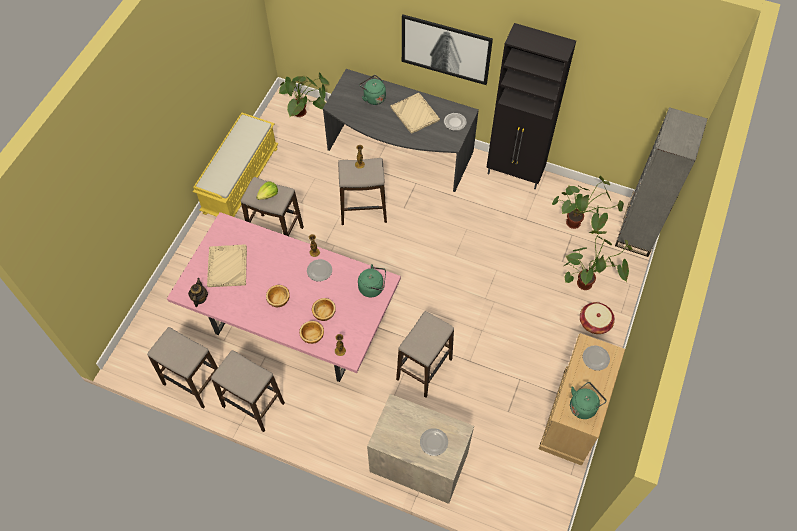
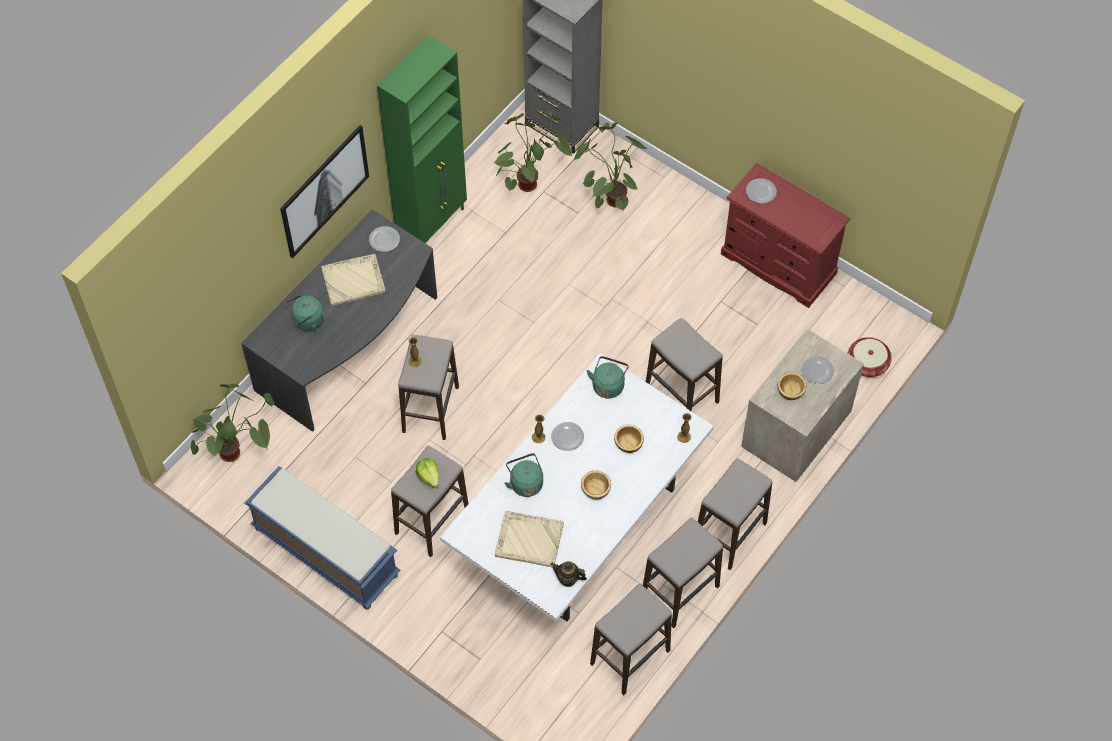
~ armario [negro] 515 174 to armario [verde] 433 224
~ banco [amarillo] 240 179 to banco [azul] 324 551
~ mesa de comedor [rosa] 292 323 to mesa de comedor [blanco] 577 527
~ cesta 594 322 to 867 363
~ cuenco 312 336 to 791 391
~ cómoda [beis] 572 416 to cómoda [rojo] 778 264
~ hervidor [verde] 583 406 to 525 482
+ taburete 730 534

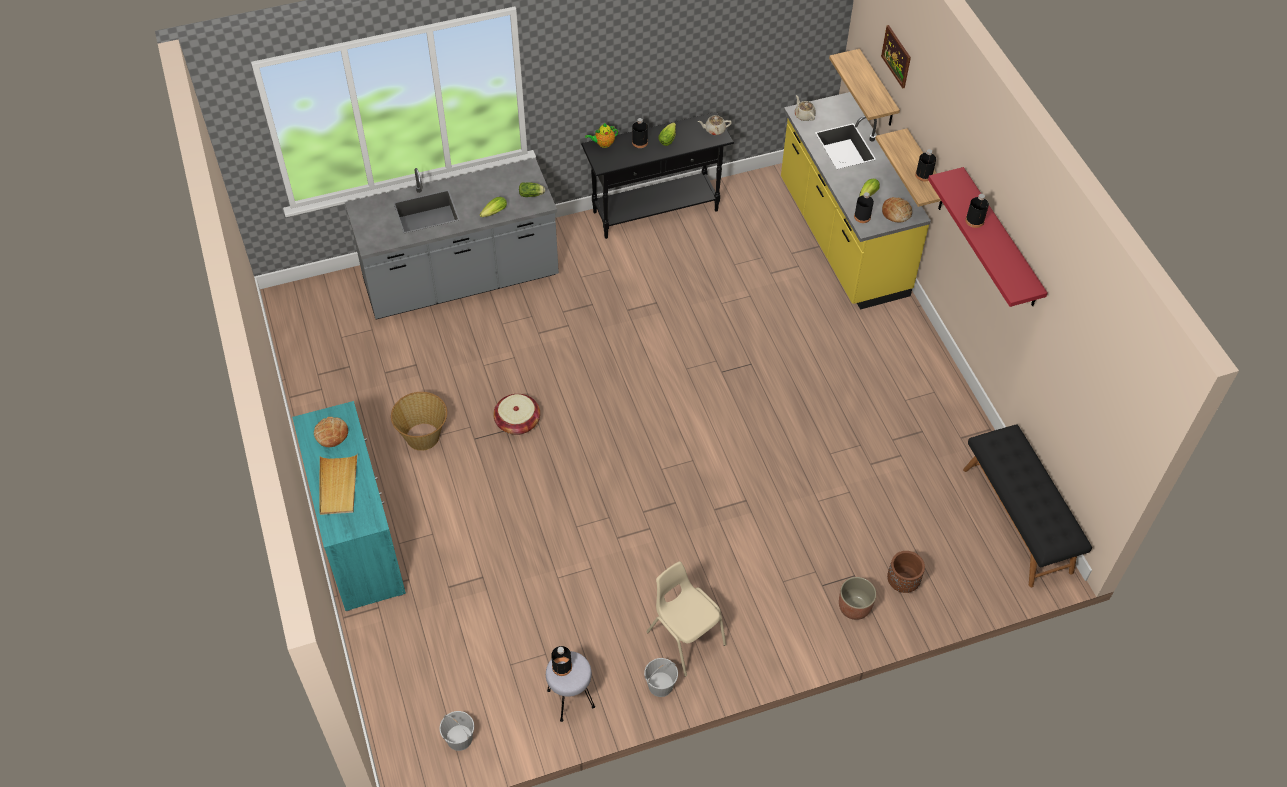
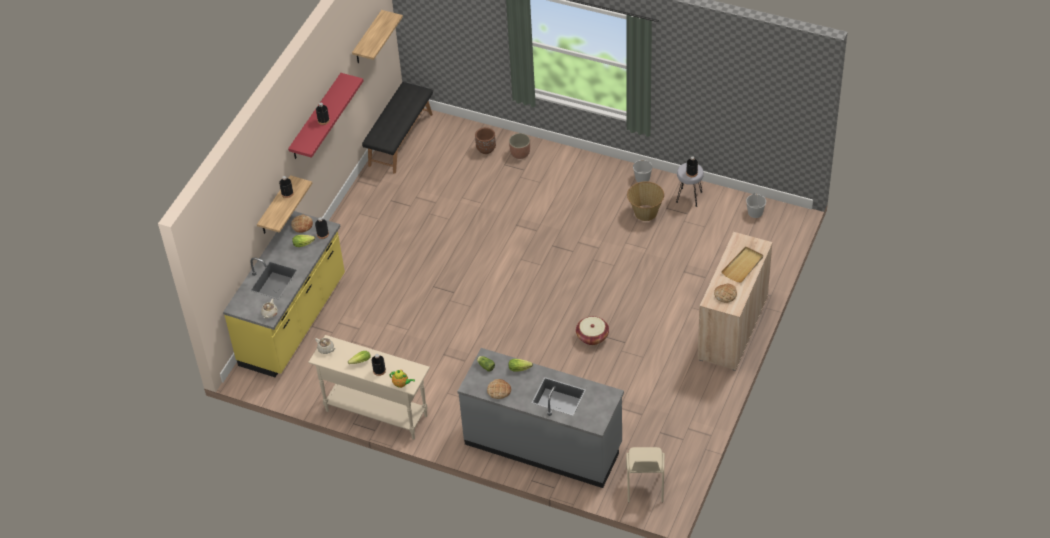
- cuadro 896 56
~ estante 877 90 to 367 38
~ mesa consola [negro] 656 211 to mesa consola [beis] 376 413
~ cesta 423 436 to 645 212
~ armario [turquesa] 360 539 to armario [beis] 732 328
~ silla [beis] 685 638 to 644 485
+ pan 499 390

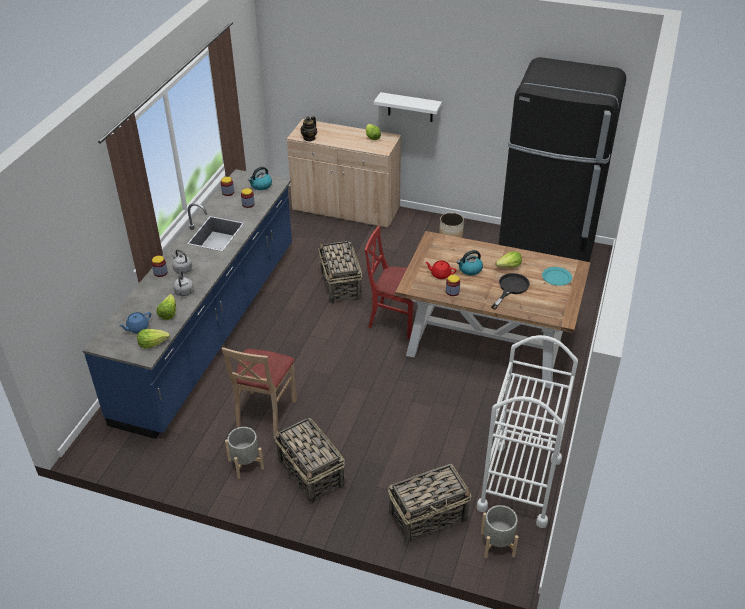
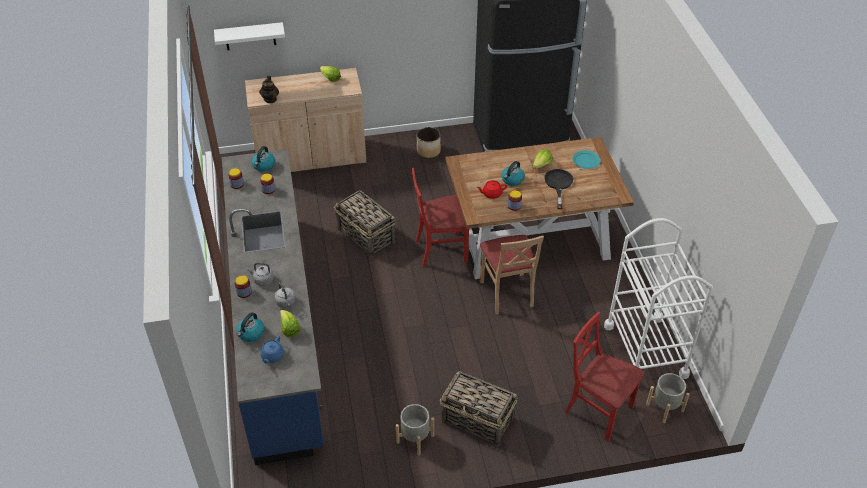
~ estante [blanco] 410 107 to 250 36
- lechuga 153 343
~ silla [beis] 265 412 to 507 293
~ cesta 428 516 to silla [rojo] 598 410
+ hervidor 251 334

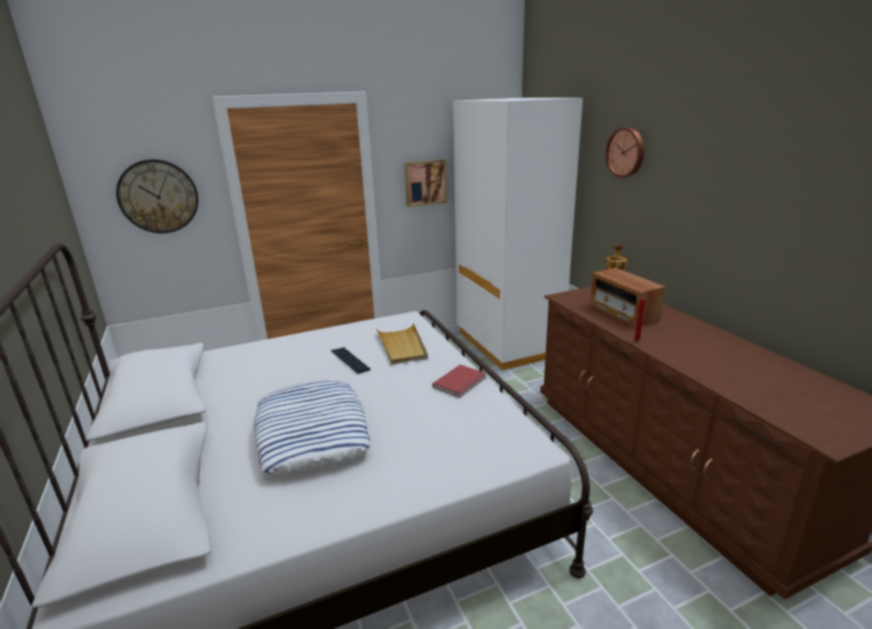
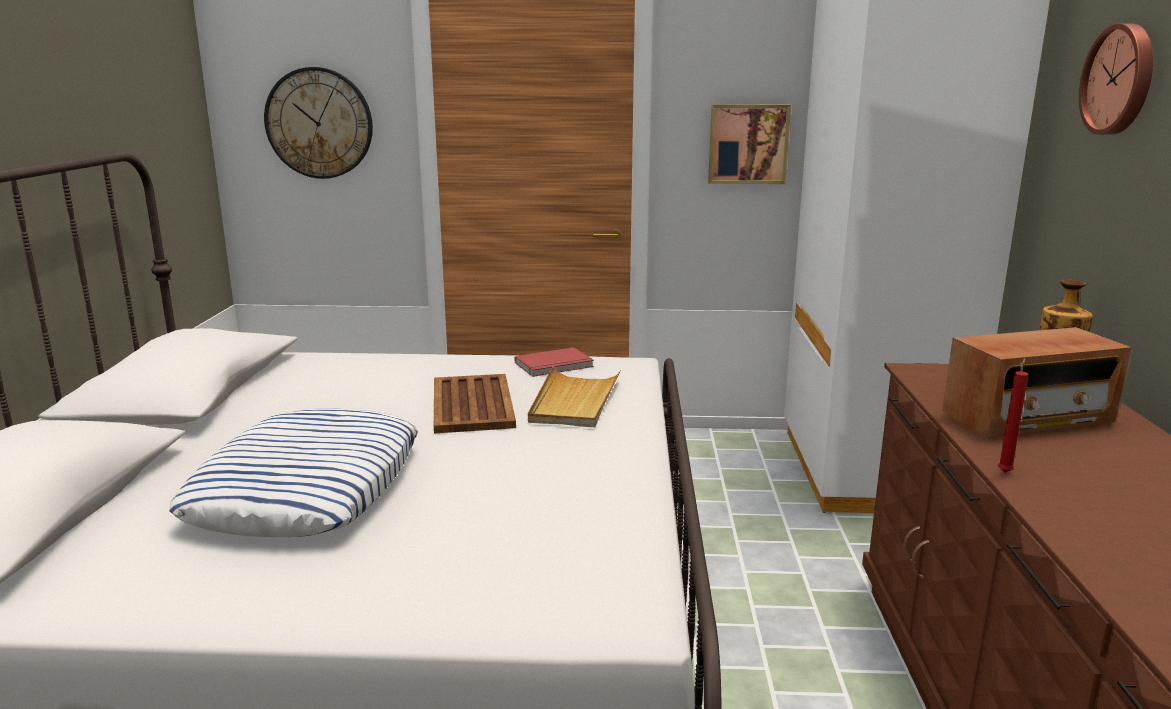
~ radio 623 313 = 1027 420 105 degrees counterclockwise
~ teclado 350 361 to bandeja [marrón] 473 404
~ libro [rojo] 461 383 to 555 365

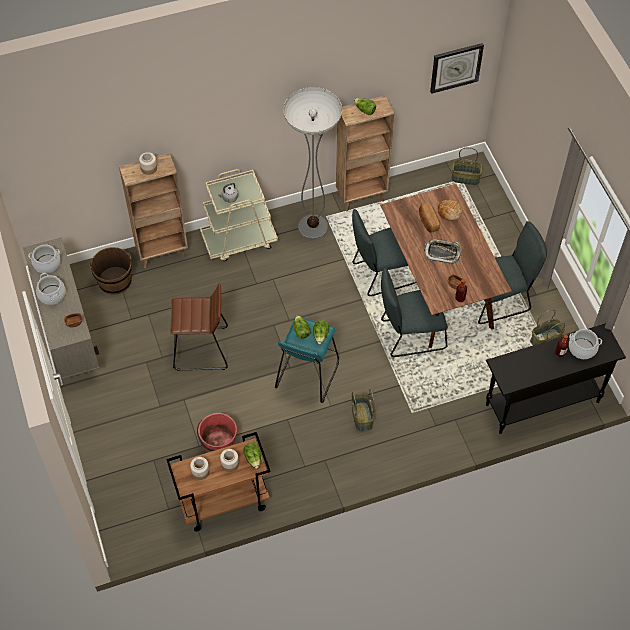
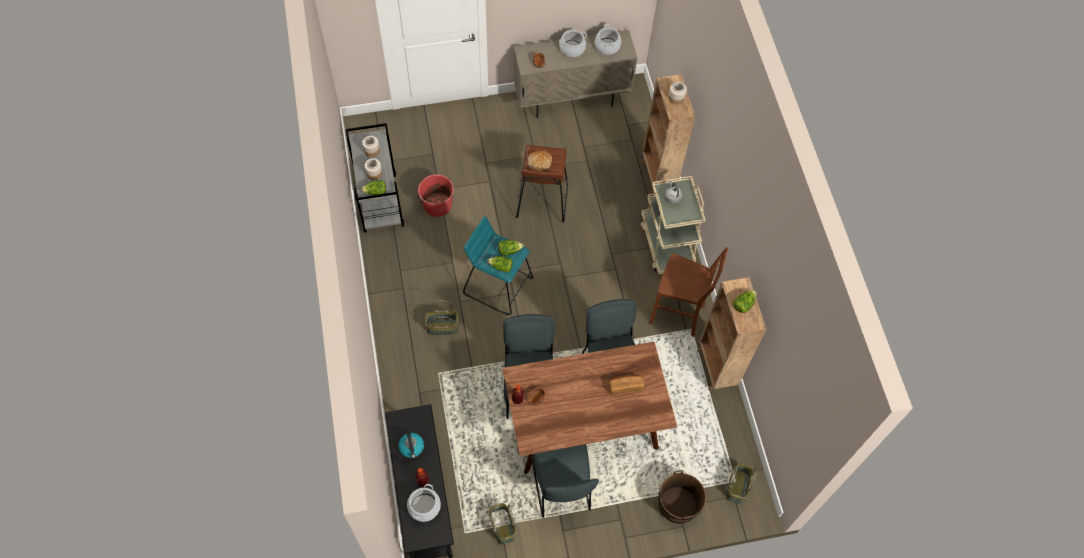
- reloj de pared 456 67
~ lámpara de pie 313 227 to taburete [marrón] 678 314
~ pan 449 211 to 539 162
- bandeja 442 252
~ cubo [marrón] 115 281 to 677 505
~ carrito [marrón] 223 502 to carrito [gris] 379 202
+ hervidor 412 447

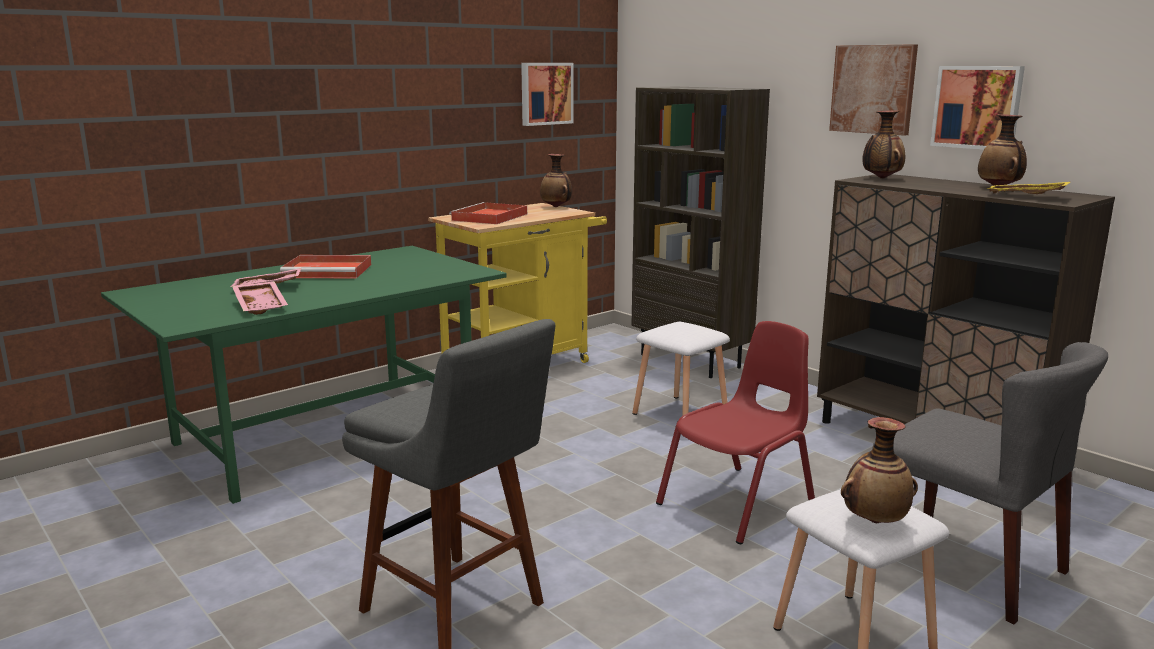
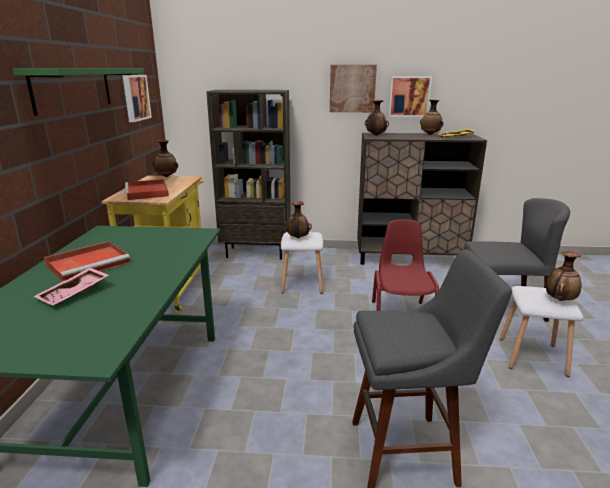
- bandeja [rosa] 262 306
+ estante [verde] 73 88
+ florero 298 238

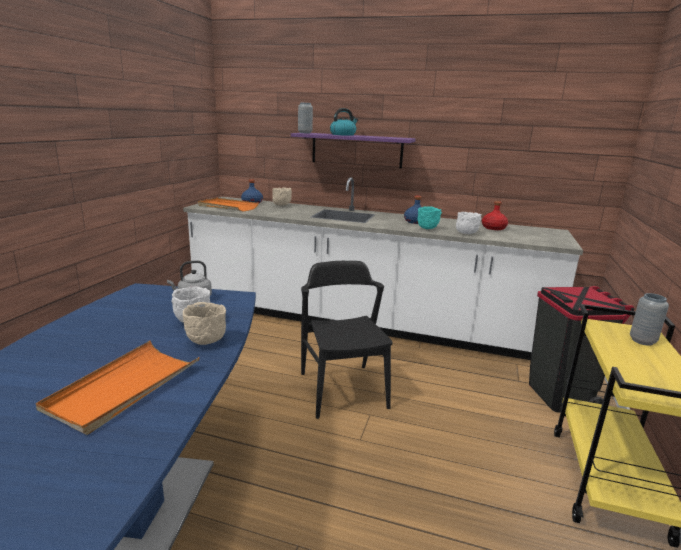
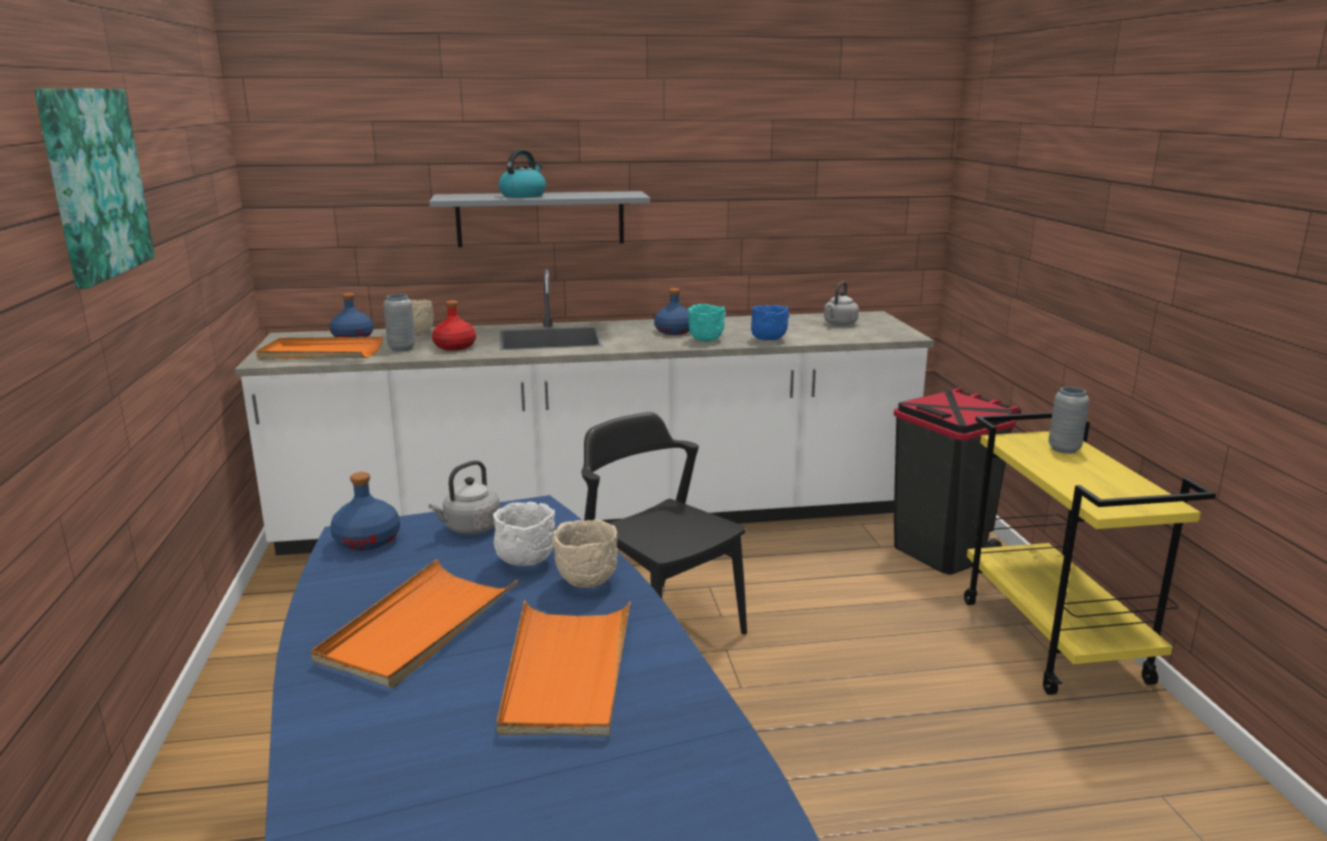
~ florero [gris] 305 133 to 402 348
~ estante [morado] 356 150 to estante [gris] 540 219
~ botella [rojo] 494 228 to 455 346
~ cuenco [blanco] 466 234 to cuenco [azul] 768 340
+ cuadro 94 183
+ hervidor [gris] 839 324
+ botella [azul] 367 540
+ bandeja [naranja] 418 627

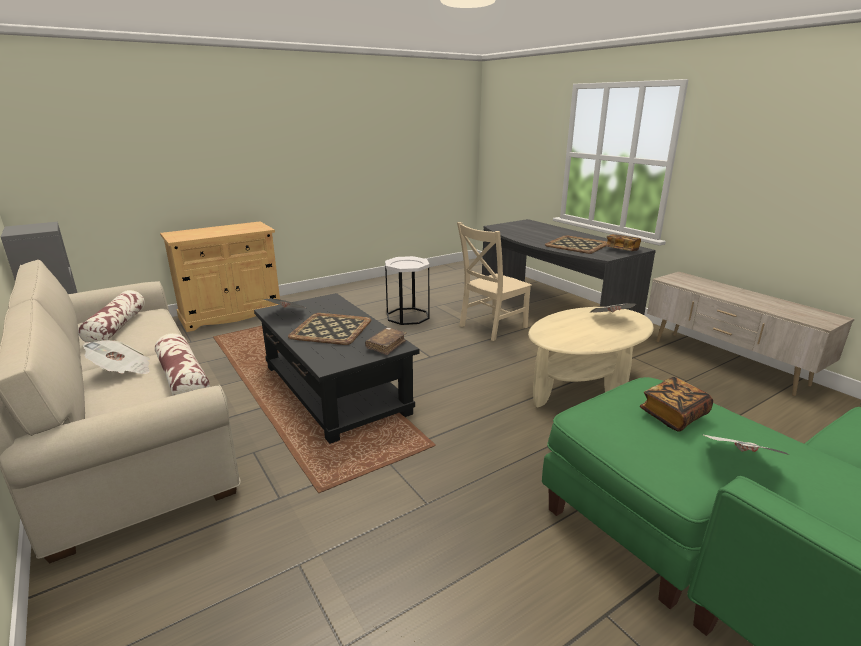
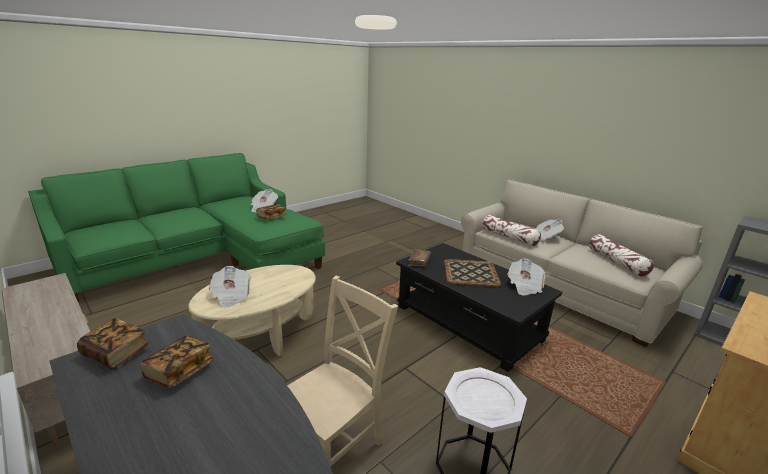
~ bandeja 576 245 to libro 179 371

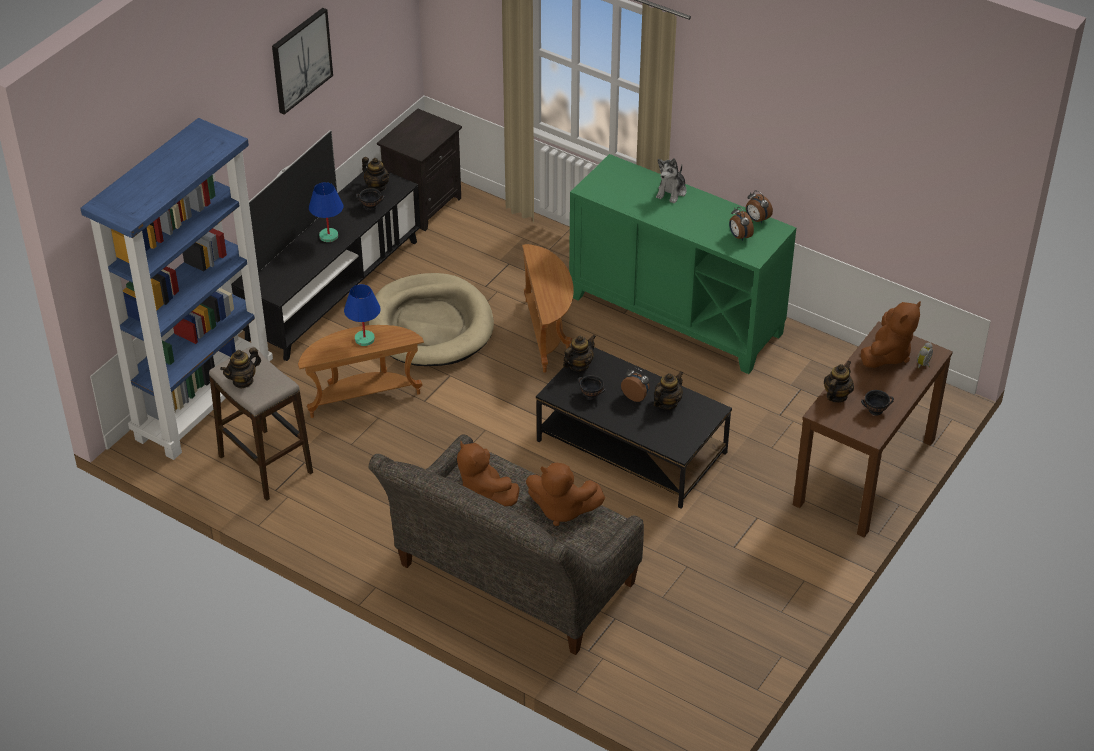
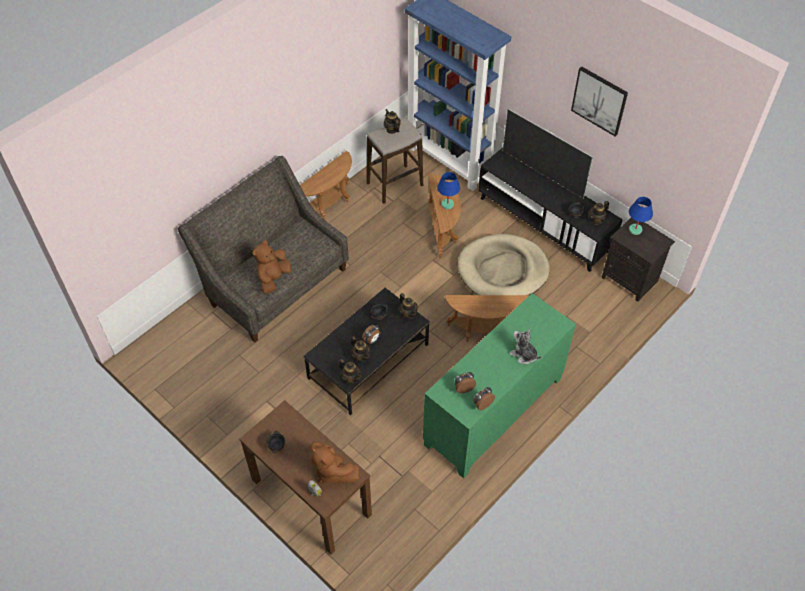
~ lámpara de mesa [azul] 329 236 to 635 230
~ tetera 836 396 to 351 378
- peluche [marrón] 484 494
+ mesa auxiliar [marrón] 329 205

